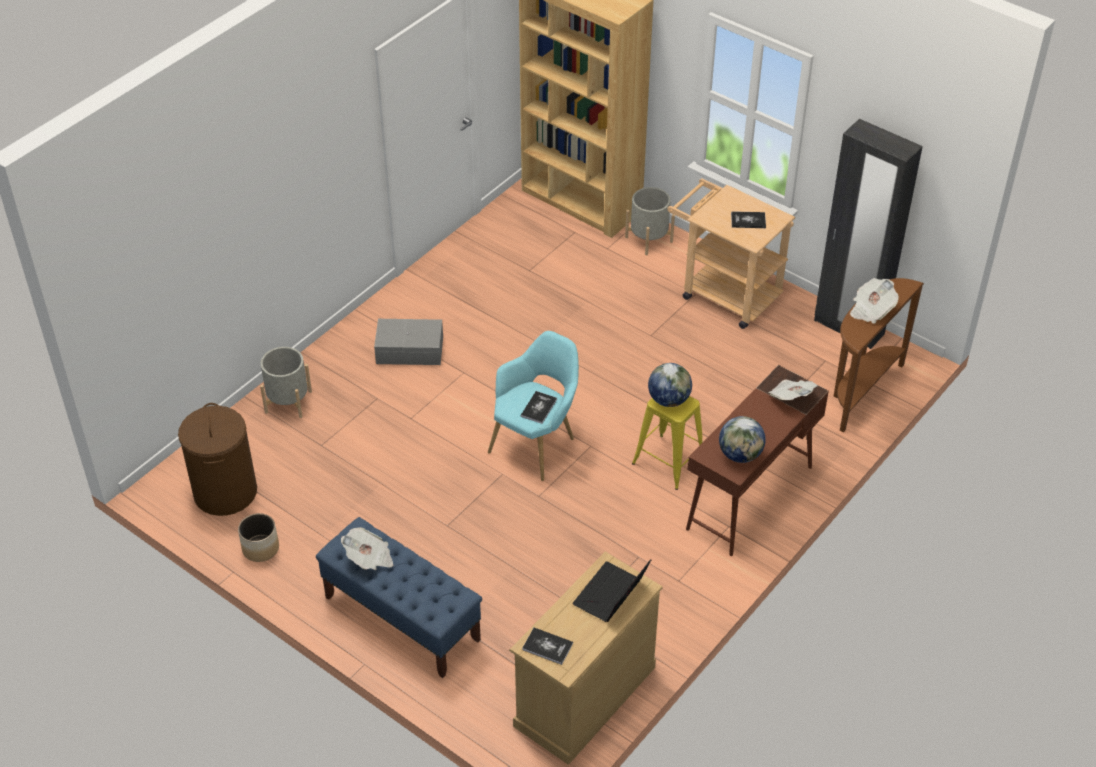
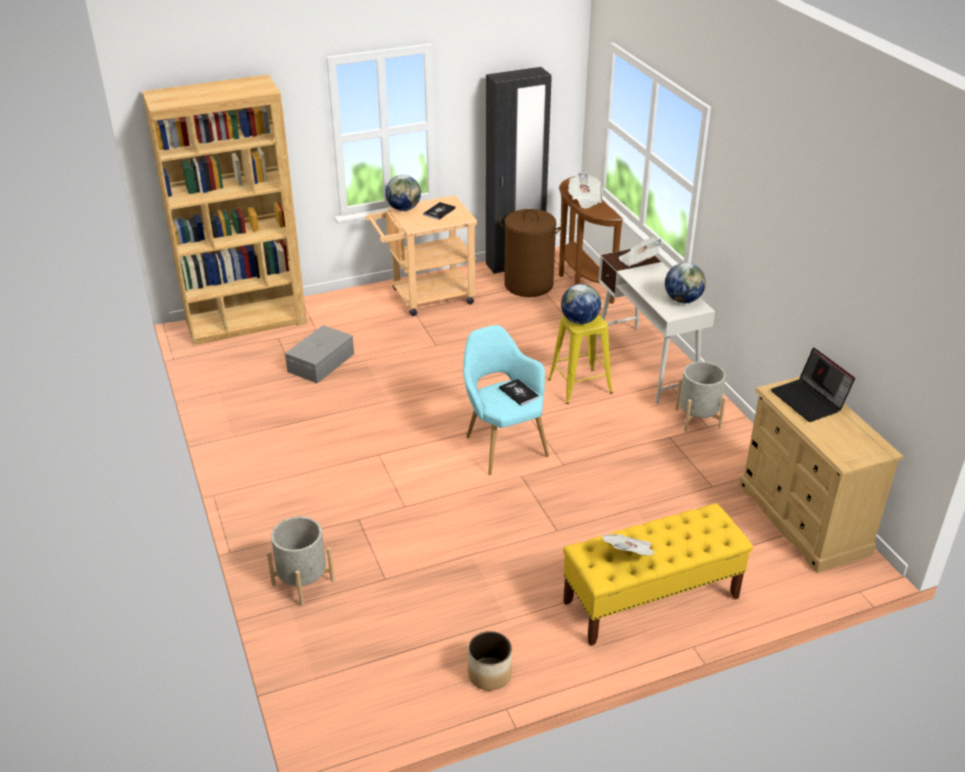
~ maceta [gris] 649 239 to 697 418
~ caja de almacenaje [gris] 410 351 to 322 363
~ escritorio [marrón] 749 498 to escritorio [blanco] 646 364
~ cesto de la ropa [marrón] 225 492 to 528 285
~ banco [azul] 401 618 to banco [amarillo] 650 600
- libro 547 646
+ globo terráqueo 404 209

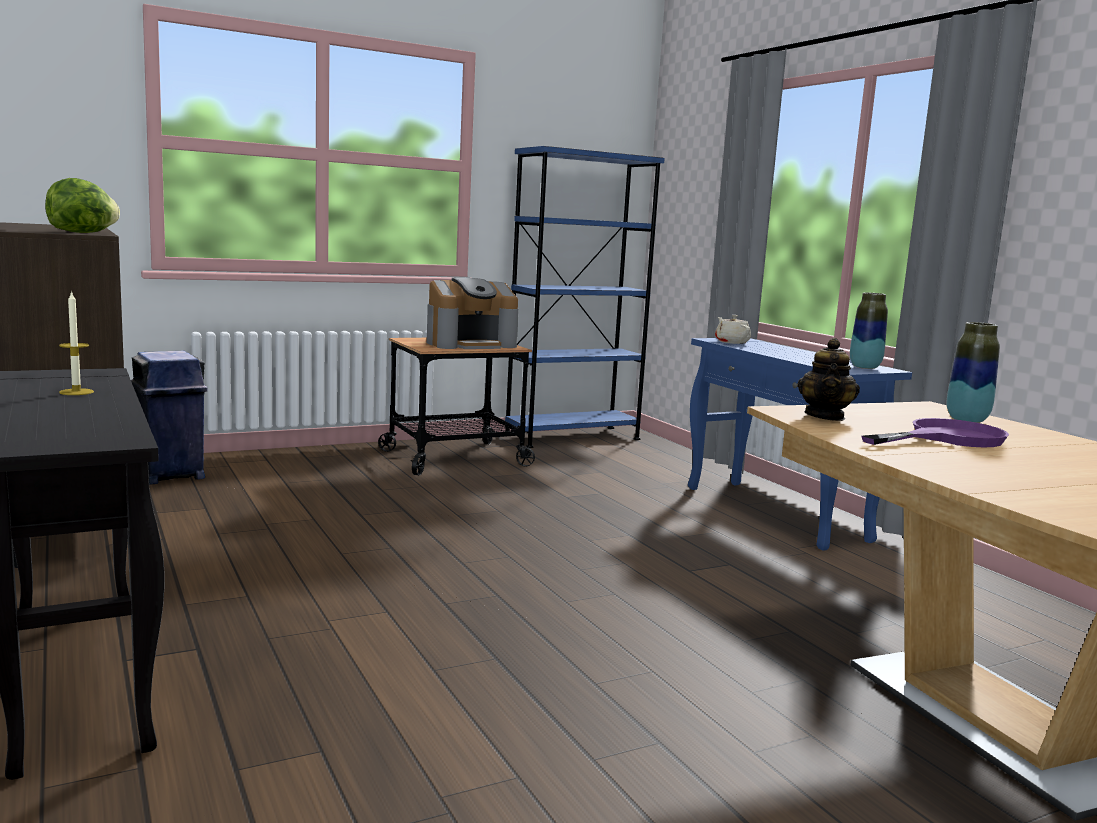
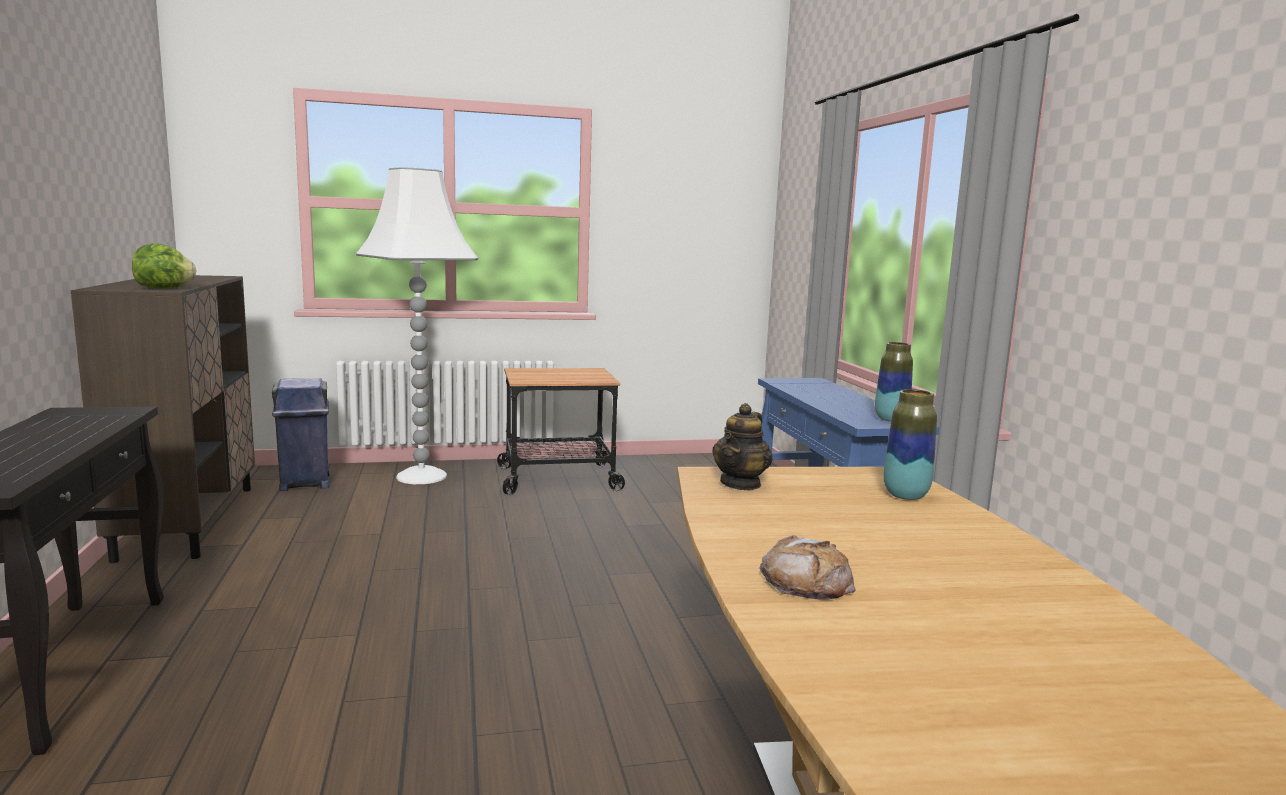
- estantería [azul] 572 437
- cafetera 471 344
- vela 76 392
- tetera [beis] 731 342
- sartén [morado] 945 438
+ lámpara de pie [blanco] 422 476
+ pan 806 581

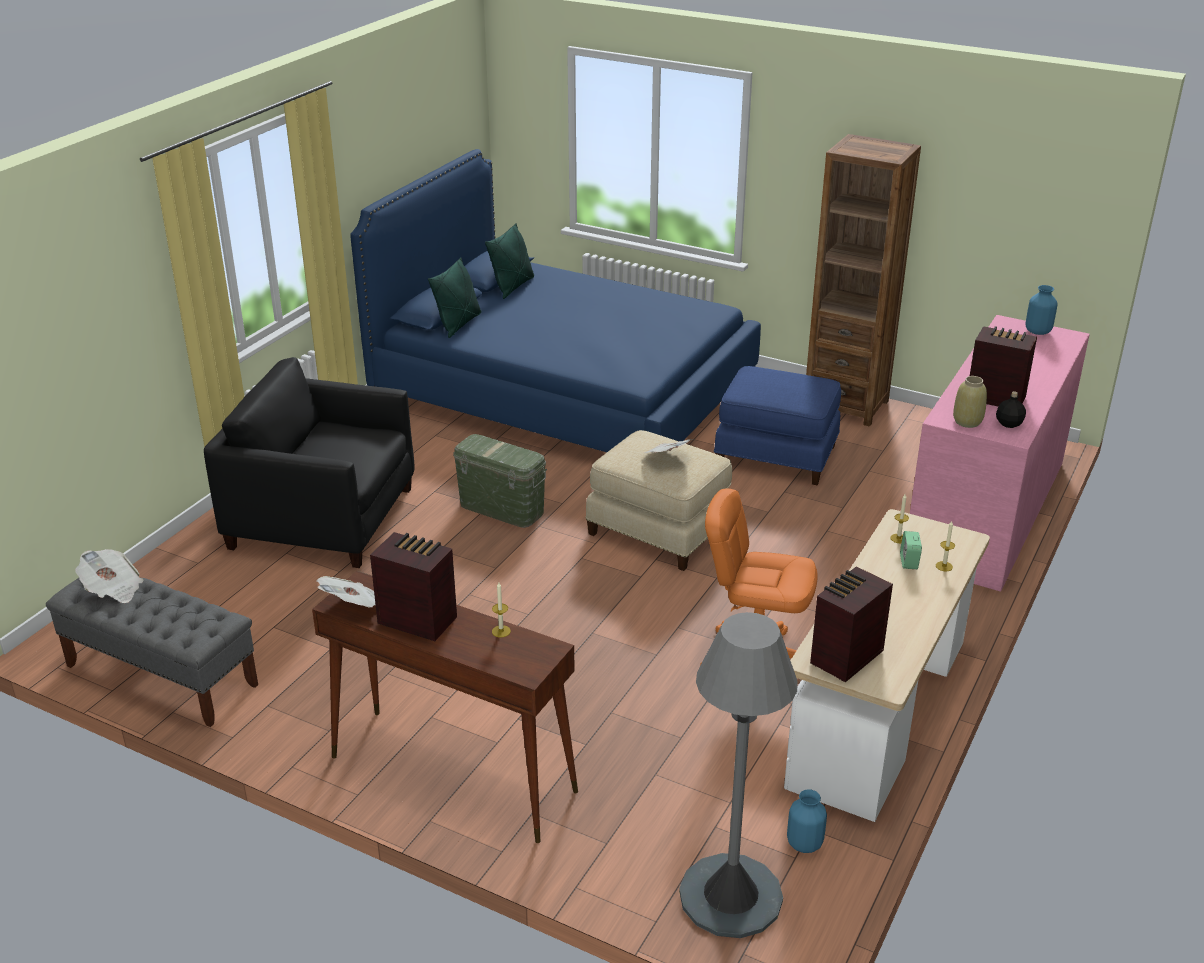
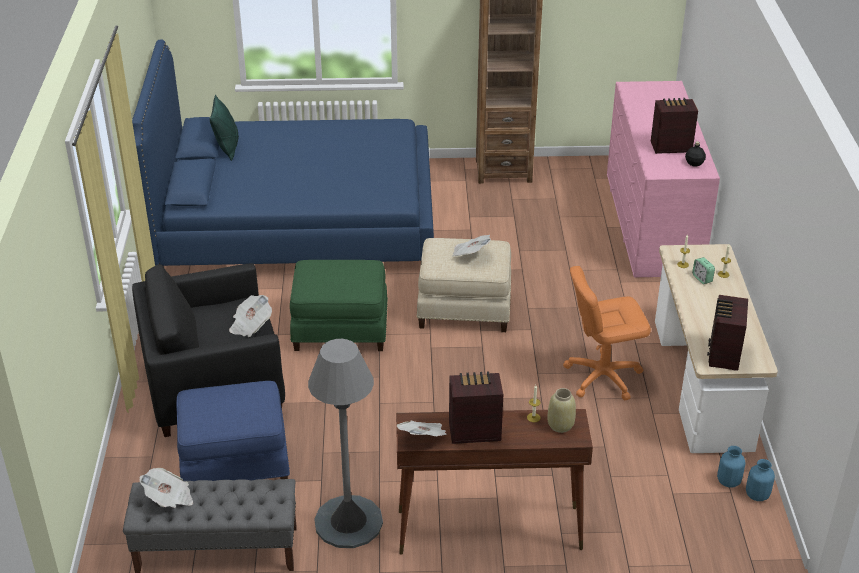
- cojín [verde] 458 324
~ florero [azul] 1037 331 to 757 495
~ puf [azul] 776 455 to 235 463
~ florero [beis] 967 422 to 560 425
~ caja de almacenaje [verde] 501 508 to puf [verde] 340 330
~ lámpara de pie [gris] 731 896 to 348 522
+ periódico 250 325

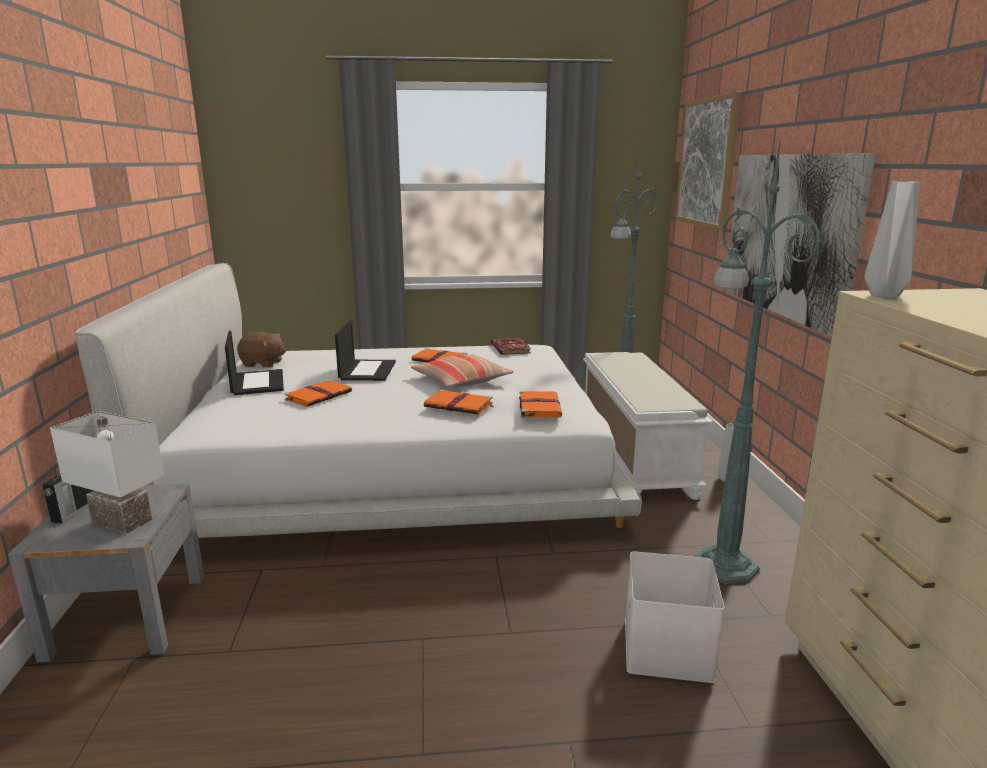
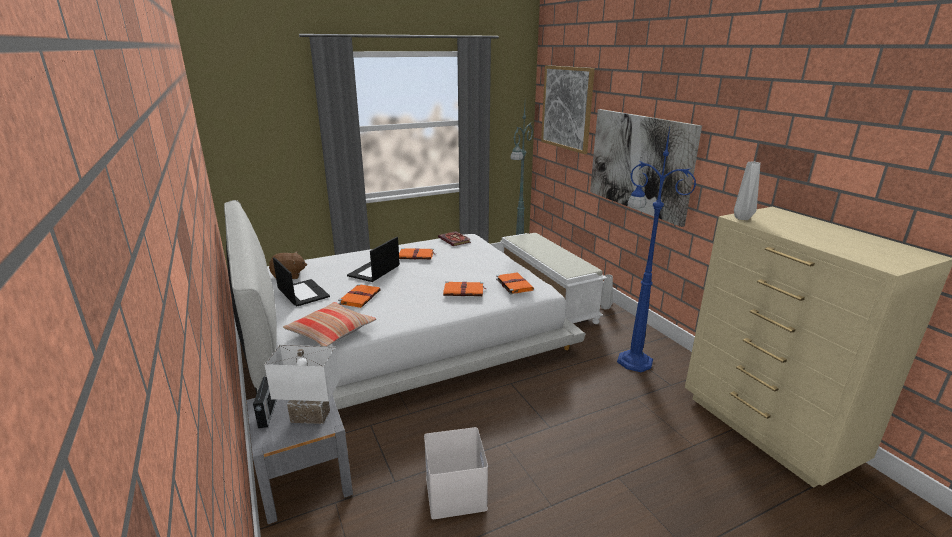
~ lámpara de pie [verde] 723 563 to lámpara de pie [azul] 633 360
~ portátil 367 370 = 374 271 135 degrees counterclockwise
~ cojín 461 380 to 331 332
~ caja de almacenaje [blanco] 669 650 to 457 493

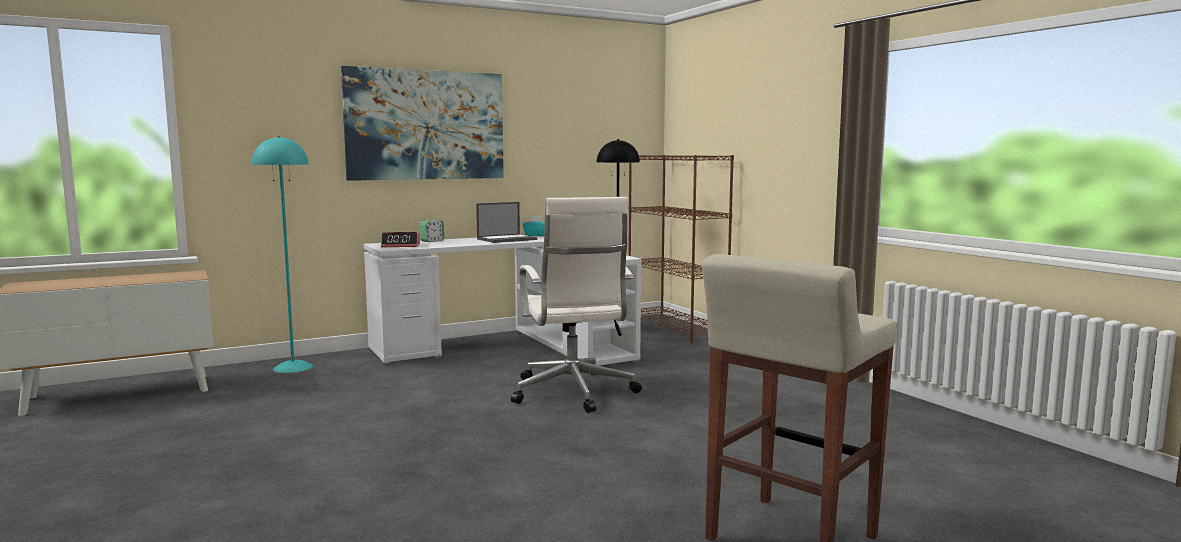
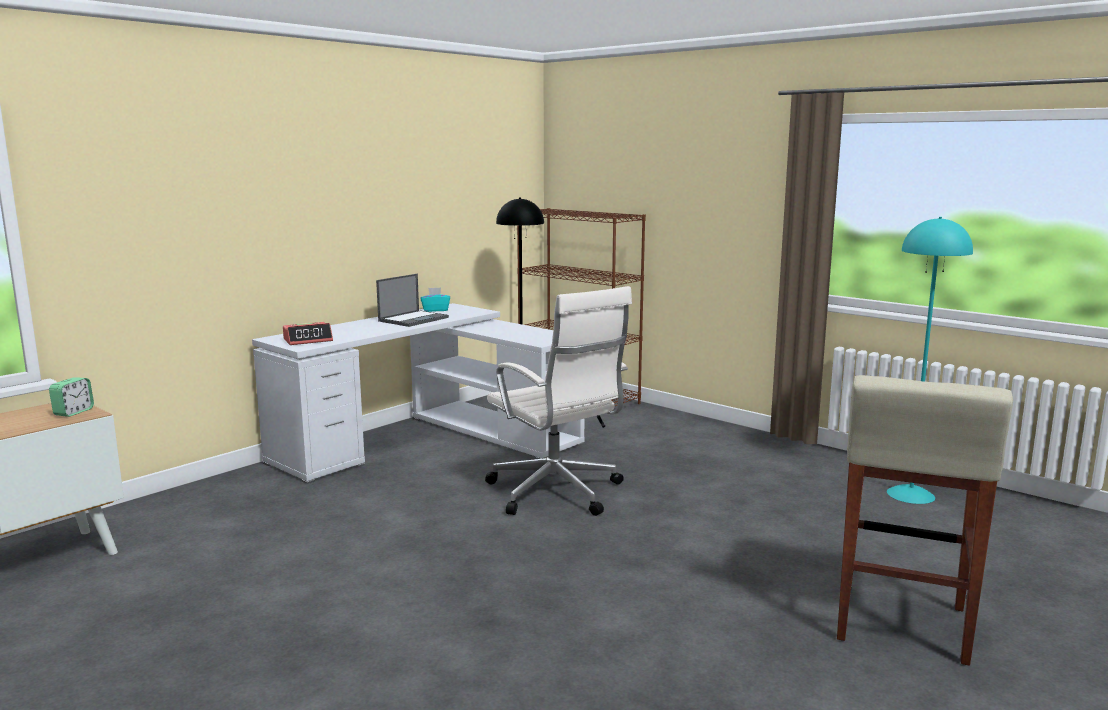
- cuadro 426 125
~ lámpara de pie [turquesa] 292 367 to 910 495
~ despertador 432 241 to 73 412

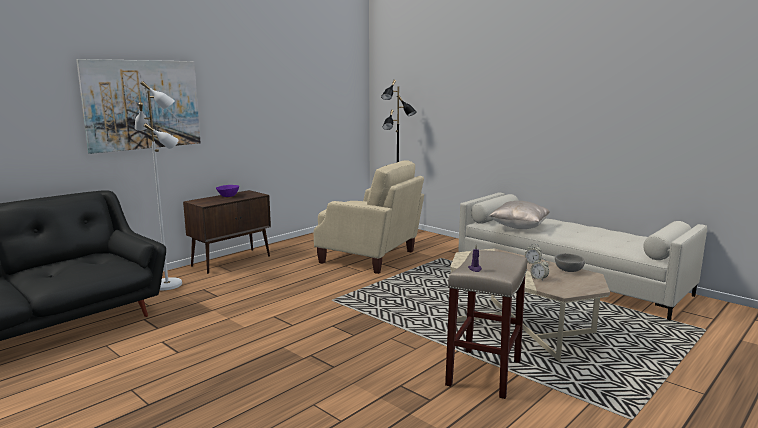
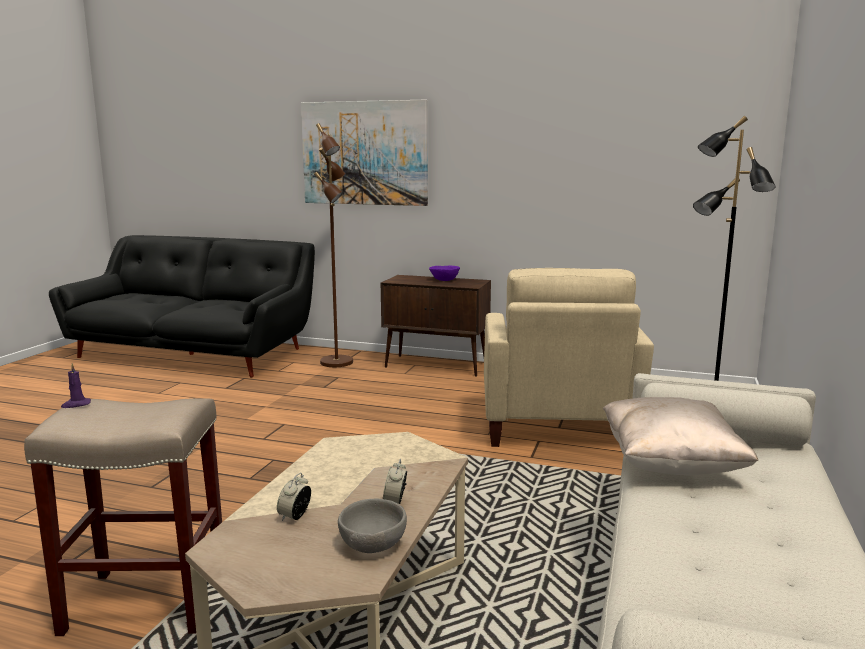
~ lámpara de pie [blanco] 168 284 to lámpara de pie [marrón] 338 362

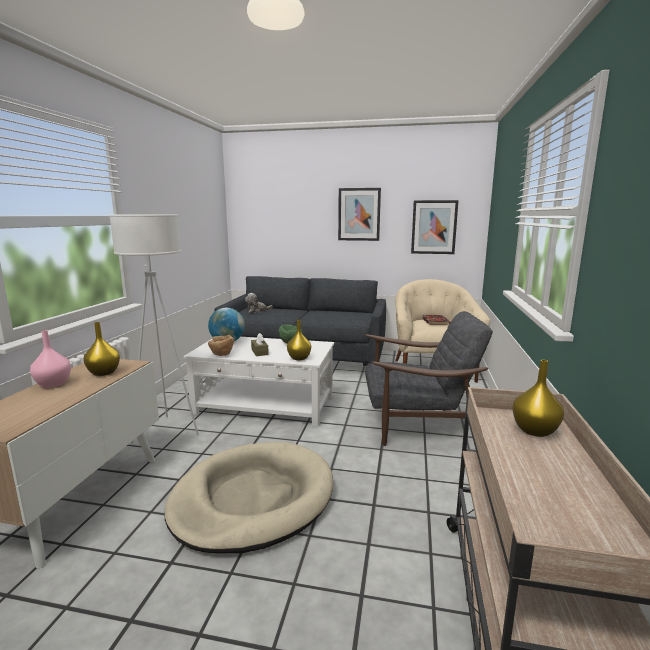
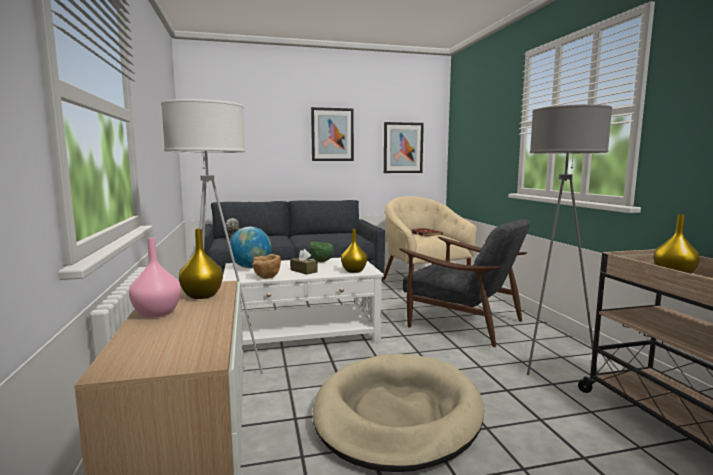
~ sillón [gris] 417 423 = 462 322 60 degrees clockwise
+ lámpara de pie [gris] 551 363

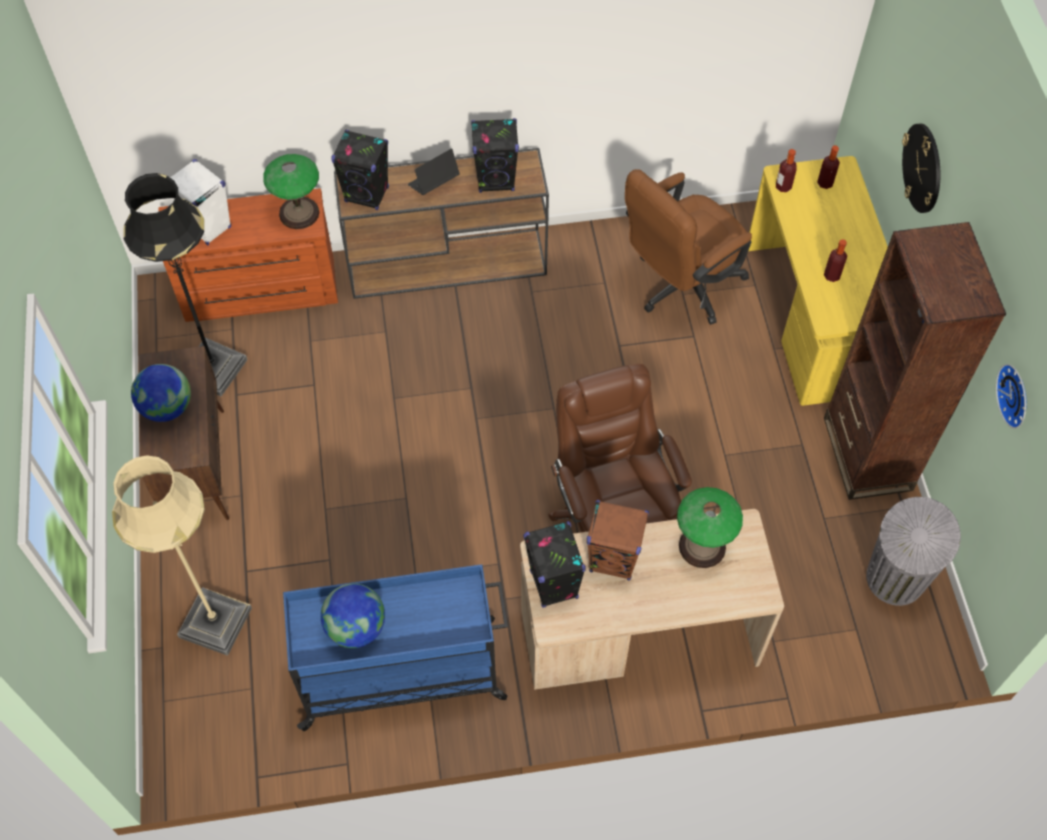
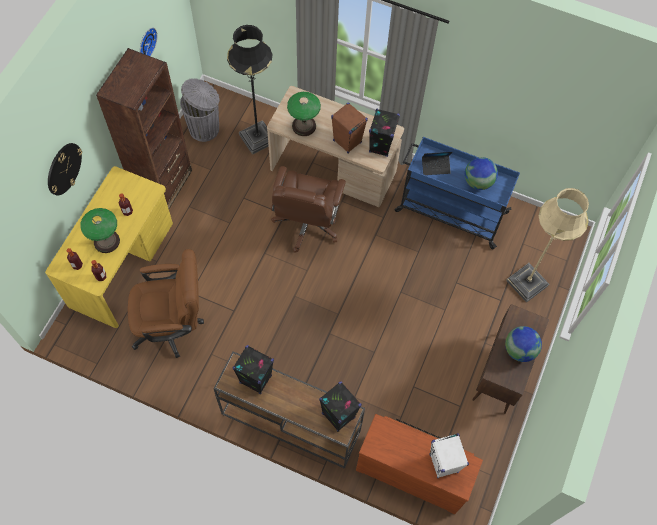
~ portátil 433 183 to 435 167
~ lámpara de mesa 299 213 to 106 241
~ lámpara de pie [negro] 214 368 to 257 138

